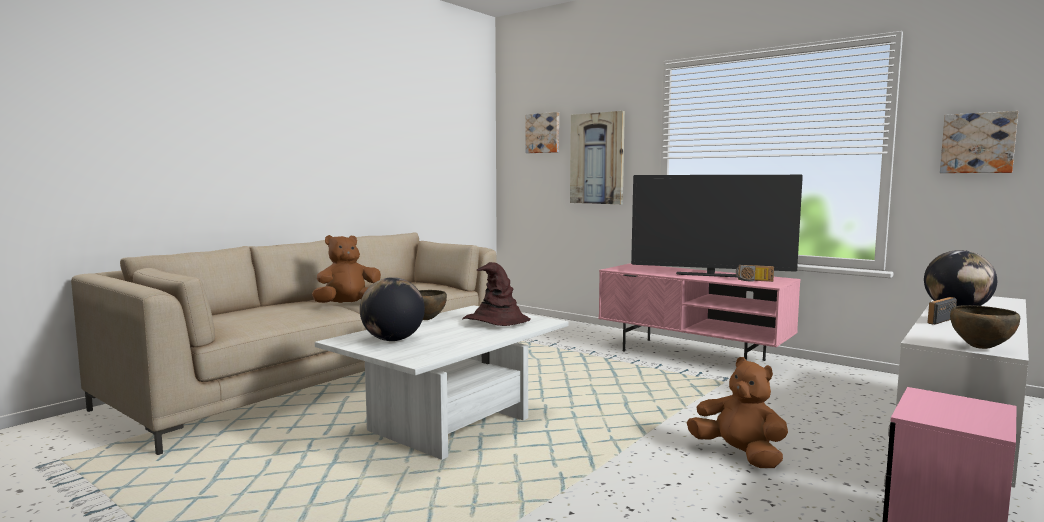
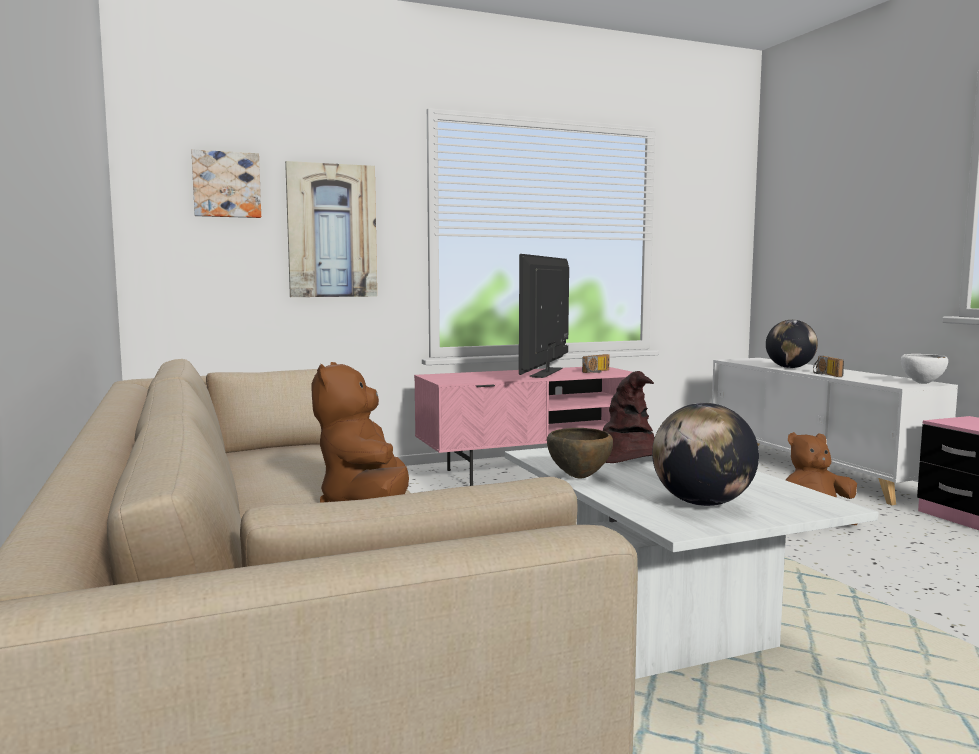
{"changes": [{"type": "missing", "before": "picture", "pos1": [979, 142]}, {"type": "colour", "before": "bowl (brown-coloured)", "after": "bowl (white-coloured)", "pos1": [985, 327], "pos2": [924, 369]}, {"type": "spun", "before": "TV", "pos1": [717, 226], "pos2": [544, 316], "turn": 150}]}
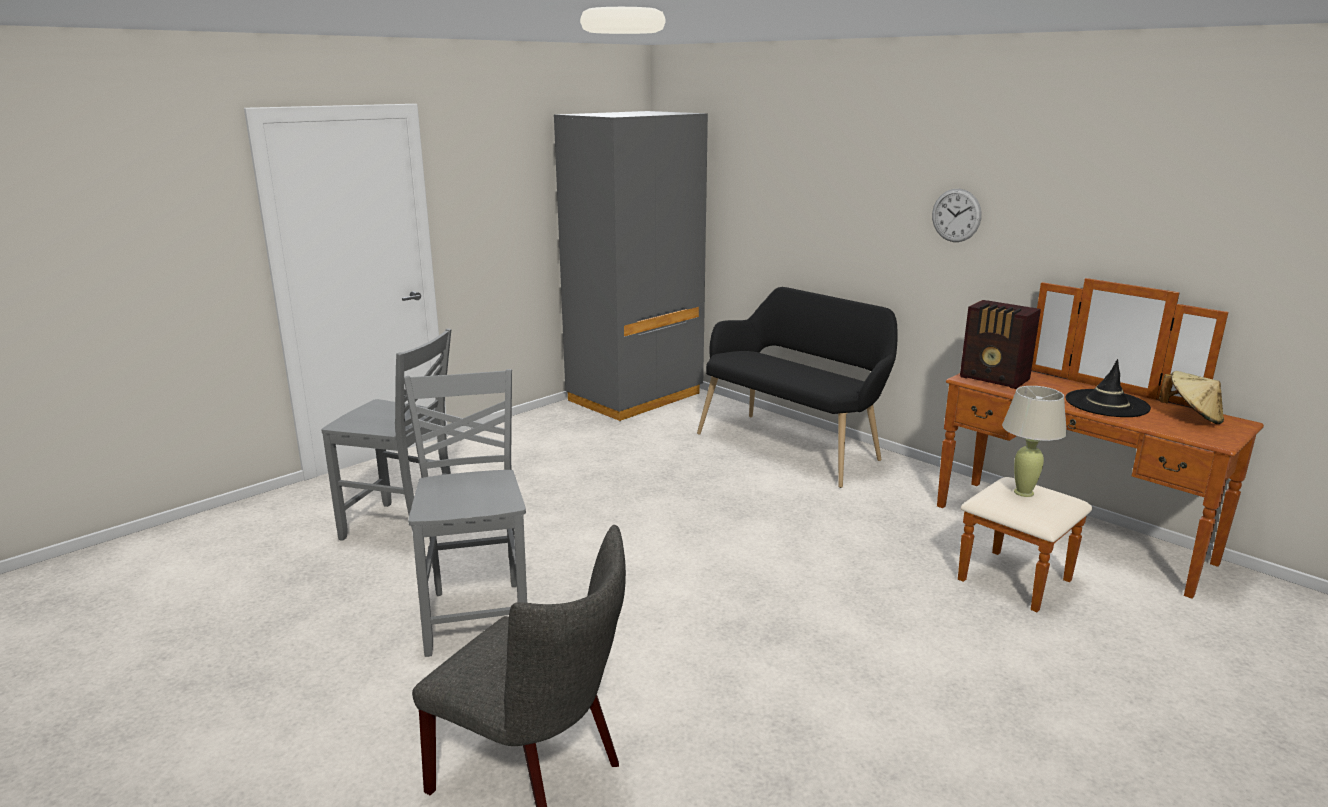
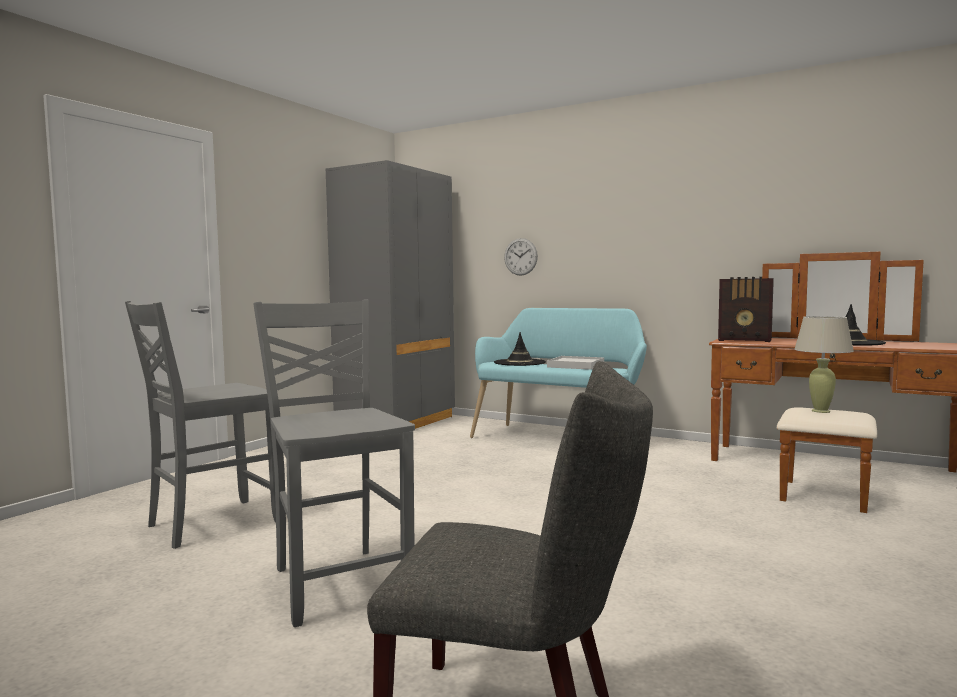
{"changes": [{"type": "missing", "before": "hat (beige-coloured)", "pos1": [1191, 397]}, {"type": "appeared", "after": "hat (black)", "pos2": [520, 349]}, {"type": "appeared", "after": "serving tray (white-coloured)", "pos2": [575, 363]}, {"type": "relocated", "before": "wall clock", "pos1": [956, 215], "pos2": [521, 257]}, {"type": "colour", "before": "long seat (black)", "after": "long seat (blue-green)", "pos1": [797, 387], "pos2": [558, 373]}, {"type": "spun", "before": "upright chair (greyish)", "pos1": [386, 434], "pos2": [200, 425], "turn": 135}]}
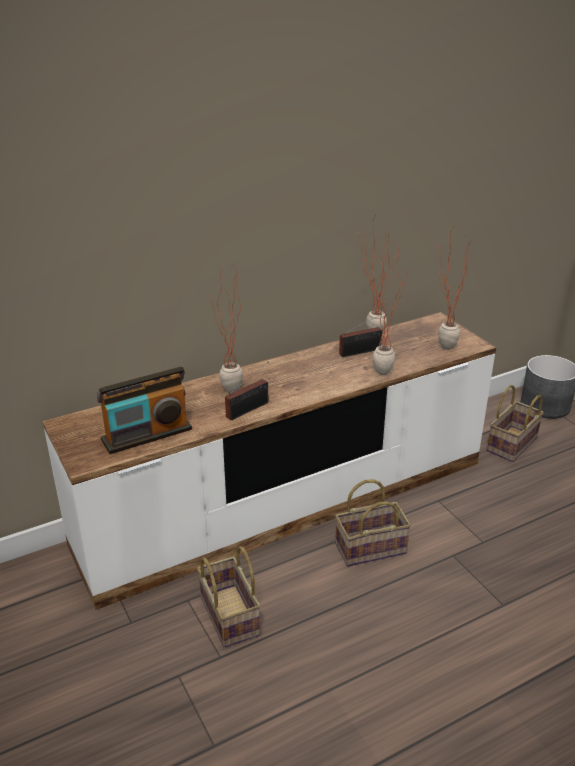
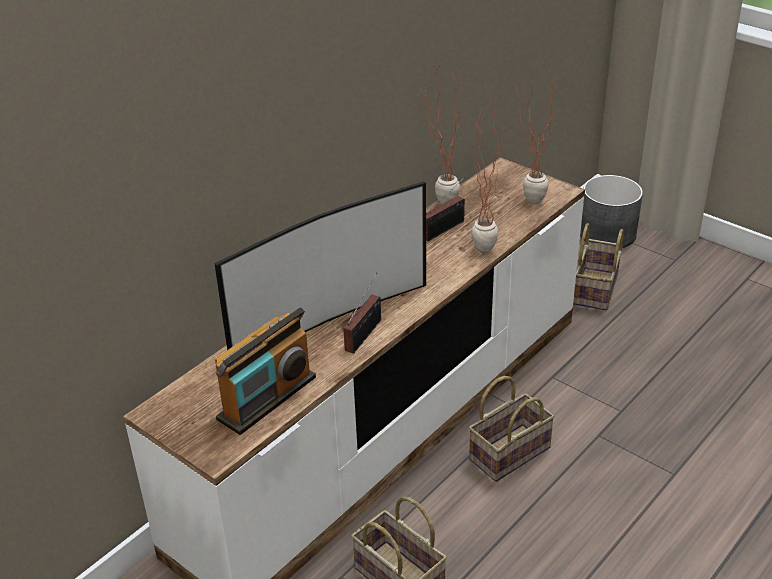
{"changes": [{"type": "exchanged", "before": "houseplant", "after": "TV", "pos1": [225, 327], "pos2": [320, 265]}]}
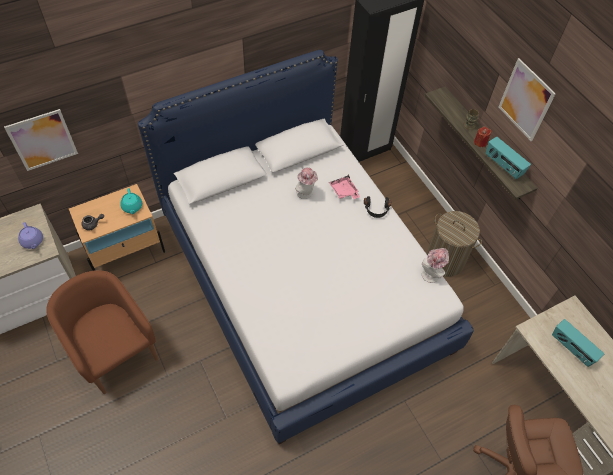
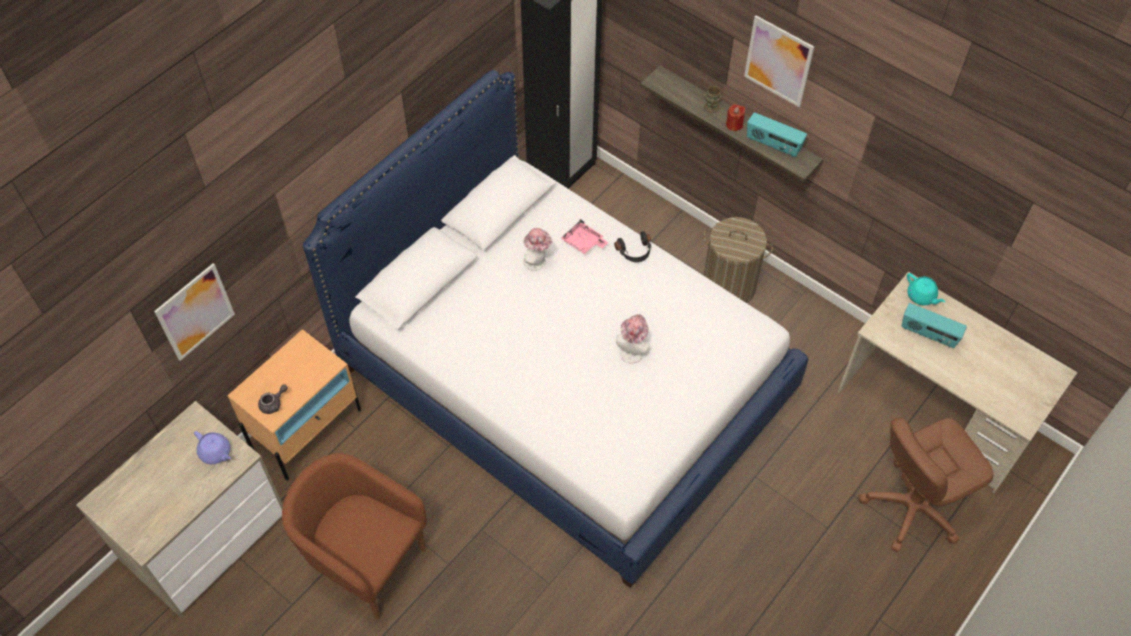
{"changes": [{"type": "relocated", "before": "teapot (blue-green)", "pos1": [131, 201], "pos2": [926, 289]}, {"type": "relocated", "before": "hat", "pos1": [435, 265], "pos2": [632, 338]}]}
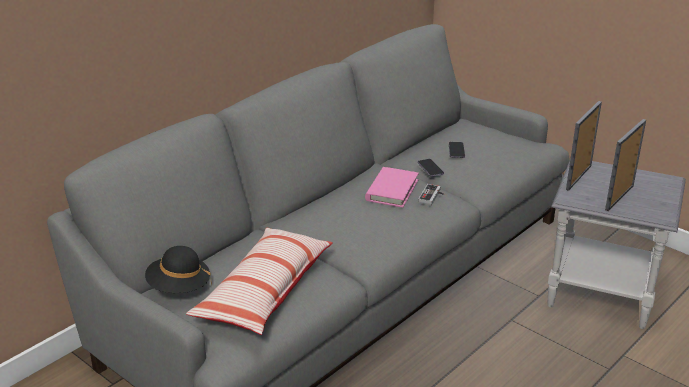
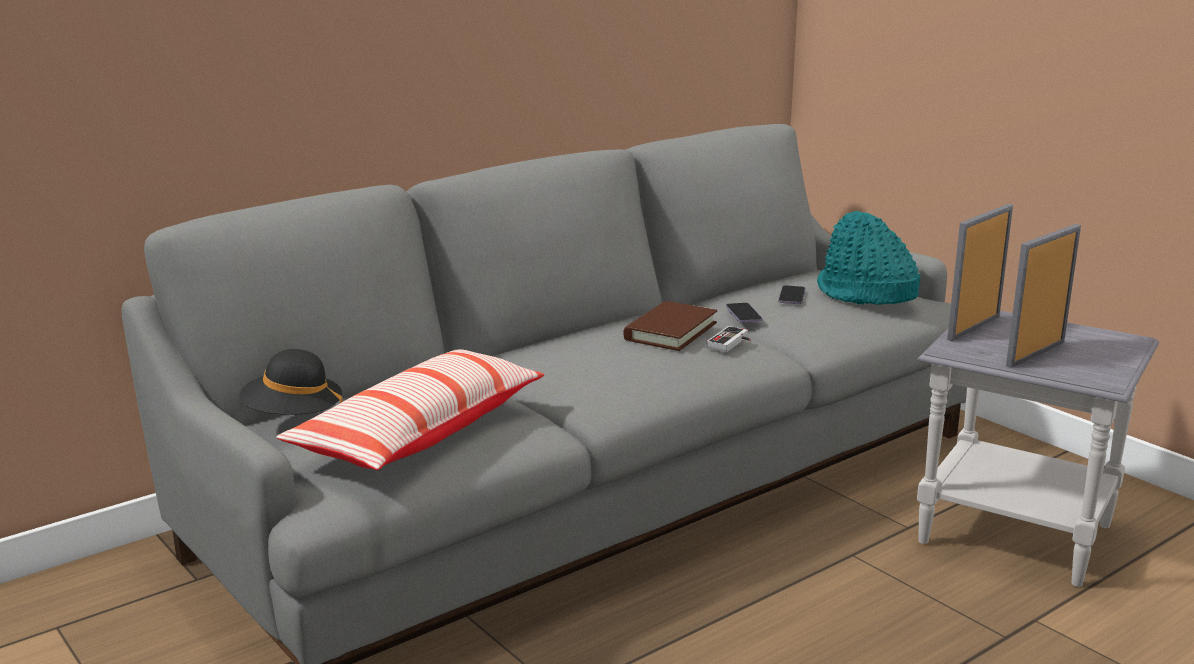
{"changes": [{"type": "appeared", "after": "hat (blue-green)", "pos2": [869, 258]}, {"type": "colour", "before": "volume (pink-coloured)", "after": "volume (brown-coloured)", "pos1": [392, 187], "pos2": [670, 326]}]}
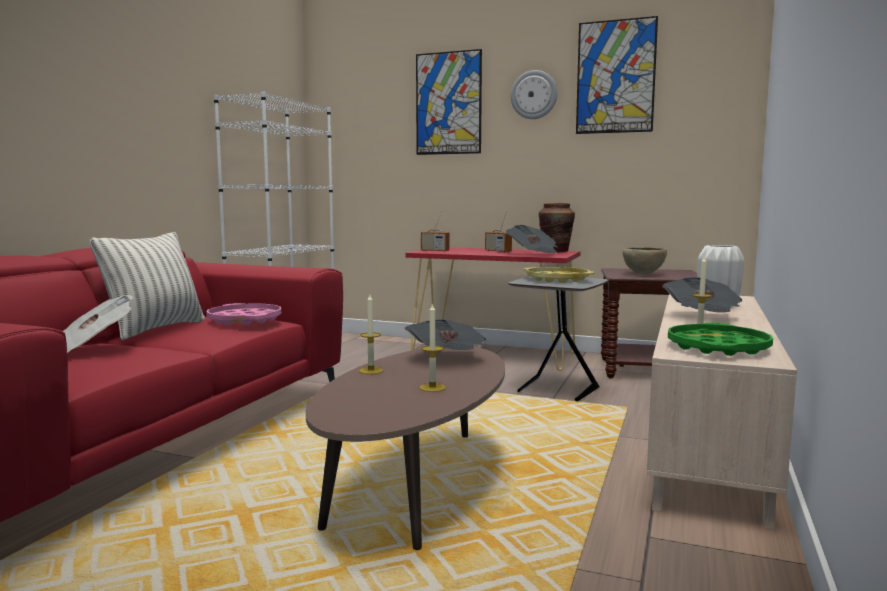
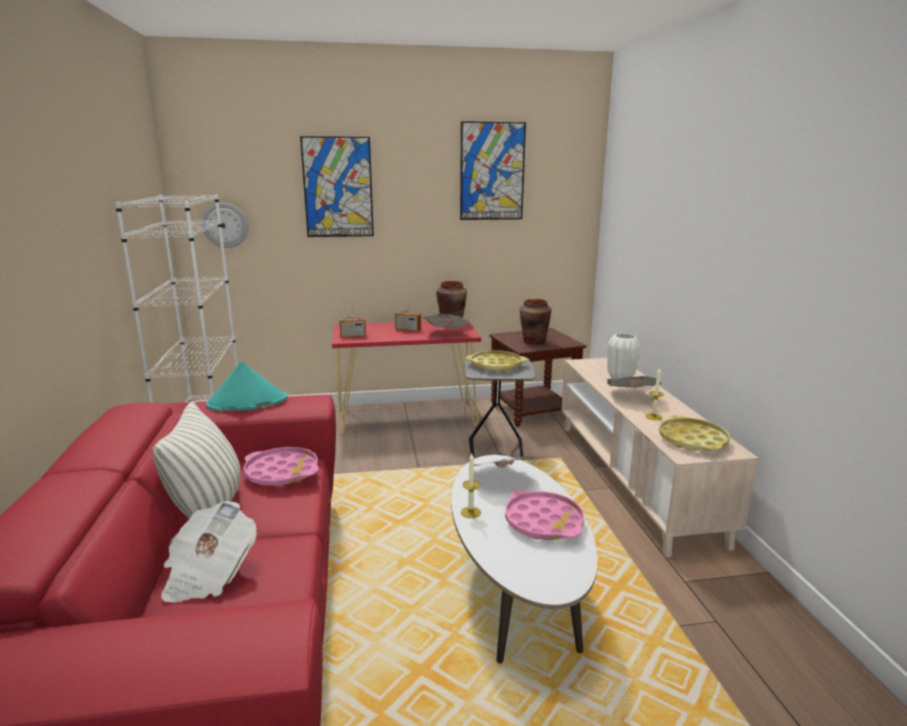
{"changes": [{"type": "appeared", "after": "hat (blue-green)", "pos2": [247, 386]}, {"type": "relocated", "before": "wall clock", "pos1": [534, 94], "pos2": [225, 225]}, {"type": "exchanged", "before": "wax candle", "after": "serving tray (pink-coloured)", "pos1": [432, 347], "pos2": [545, 515]}, {"type": "exchanged", "before": "bowl (brown-coloured)", "after": "vase (brown-coloured)", "pos1": [644, 261], "pos2": [535, 322]}, {"type": "colour", "before": "low table (brown-coloured)", "after": "low table (white-coloured)", "pos1": [405, 448], "pos2": [524, 559]}, {"type": "colour", "before": "serving tray (green-coloured)", "after": "serving tray (yellowish)", "pos1": [720, 339], "pos2": [694, 433]}]}
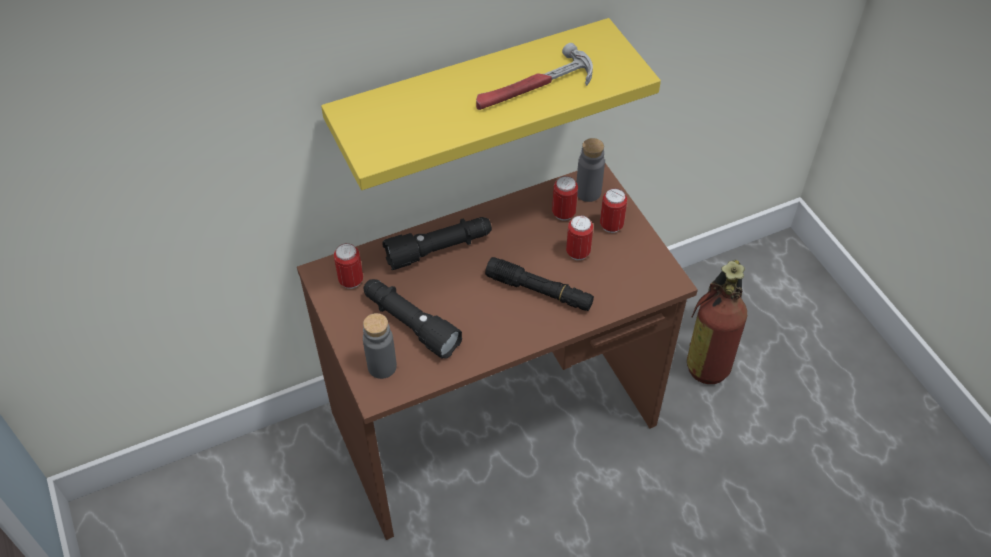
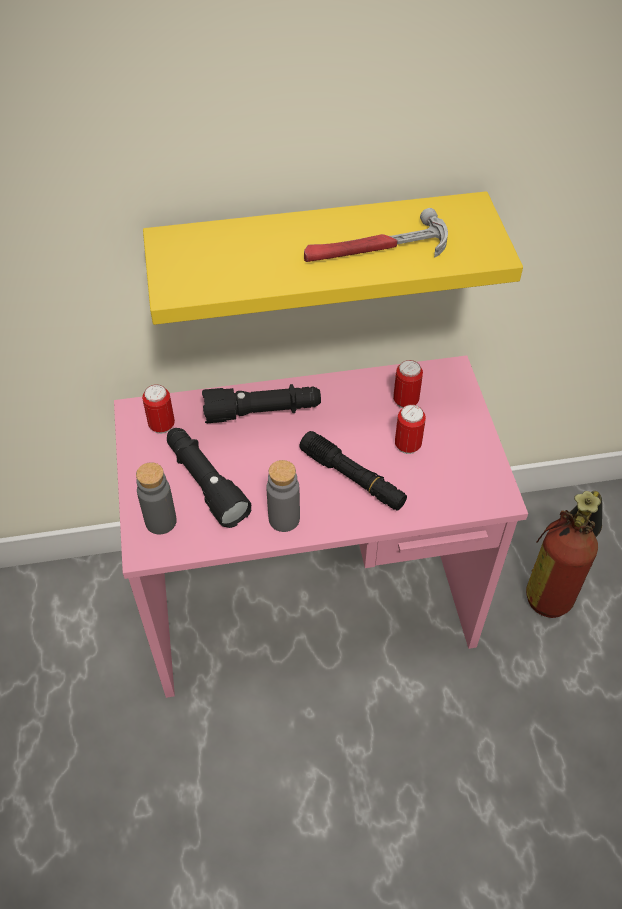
{"changes": [{"type": "missing", "before": "can", "pos1": [613, 210]}, {"type": "relocated", "before": "bottle (greyish)", "pos1": [590, 170], "pos2": [283, 496]}, {"type": "colour", "before": "desk (brown-coloured)", "after": "desk (pink-coloured)", "pos1": [497, 351], "pos2": [321, 526]}]}
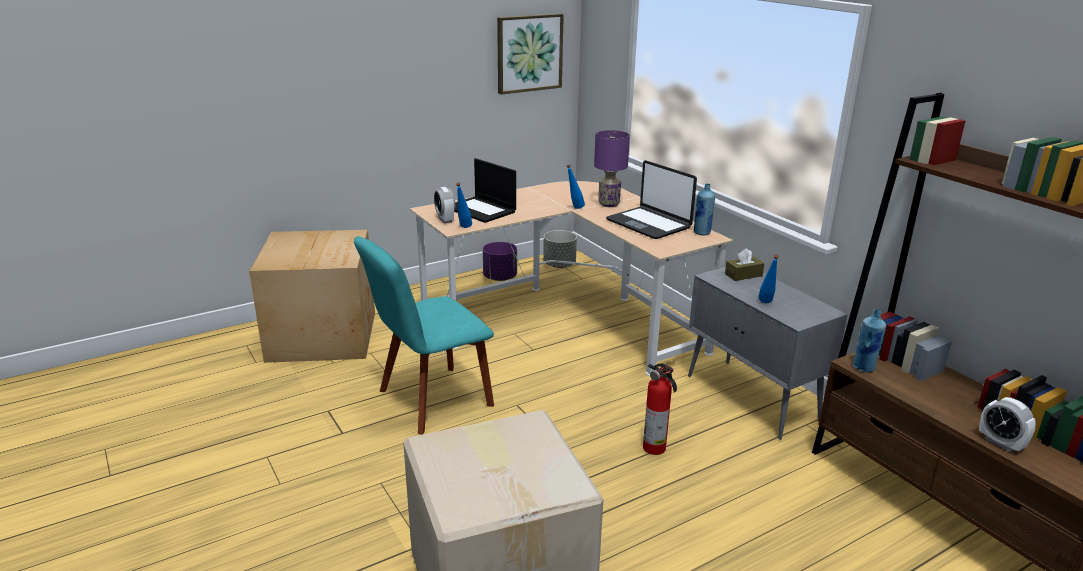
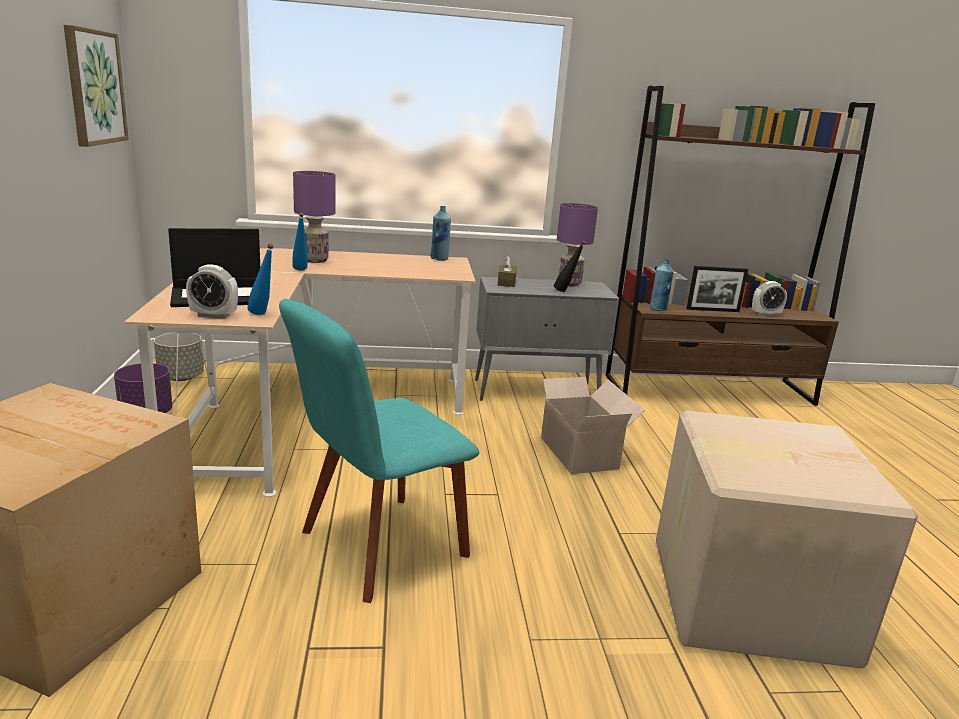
{"changes": [{"type": "missing", "before": "laptop", "pos1": [651, 199]}, {"type": "appeared", "after": "lamp for a table (purple)", "pos2": [577, 245]}, {"type": "appeared", "after": "standing frame", "pos2": [717, 289]}, {"type": "exchanged", "before": "fire extinguisher", "after": "cardboard box", "pos1": [660, 409], "pos2": [588, 425]}, {"type": "colour", "before": "bottle (bluish)", "after": "bottle (black)", "pos1": [768, 279], "pos2": [570, 266]}, {"type": "spun", "before": "upright chair (blue-green)", "pos1": [424, 335], "pos2": [379, 451], "turn": 60}]}
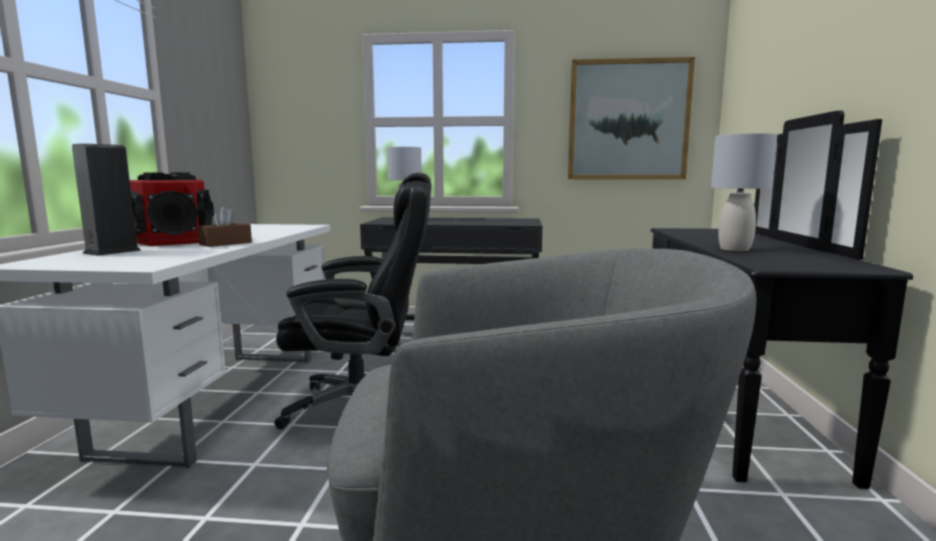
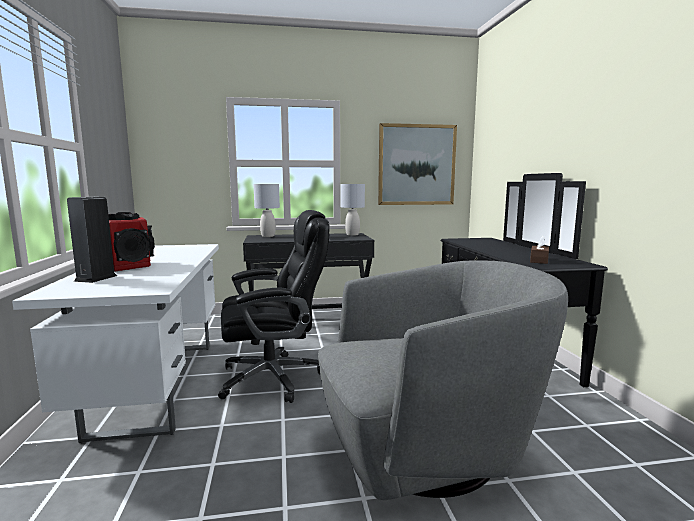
{"changes": [{"type": "relocated", "before": "box of tissues (brown-coloured)", "pos1": [224, 227], "pos2": [539, 250]}, {"type": "relocated", "before": "lamp for a table (greyish)", "pos1": [744, 192], "pos2": [352, 210]}]}
